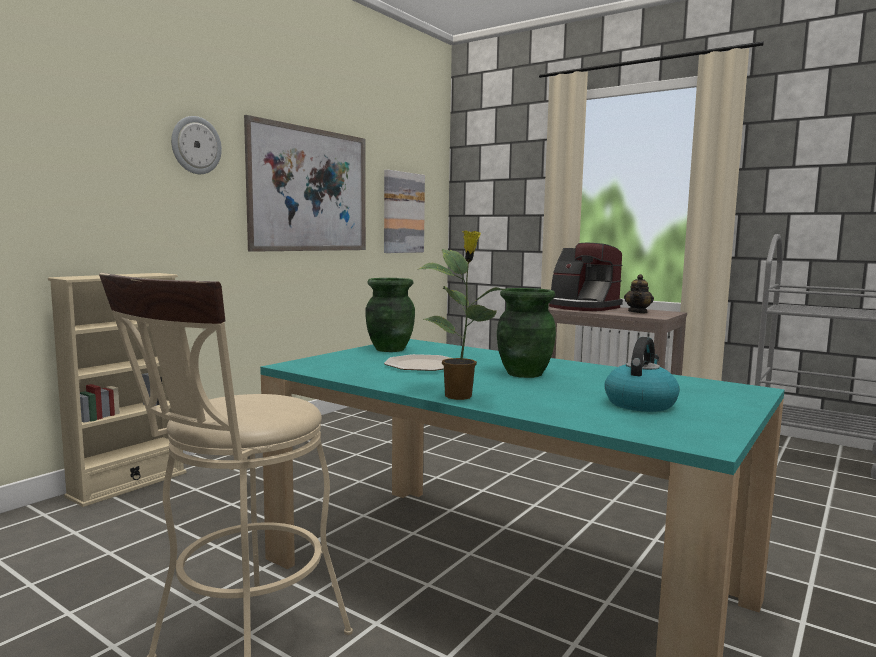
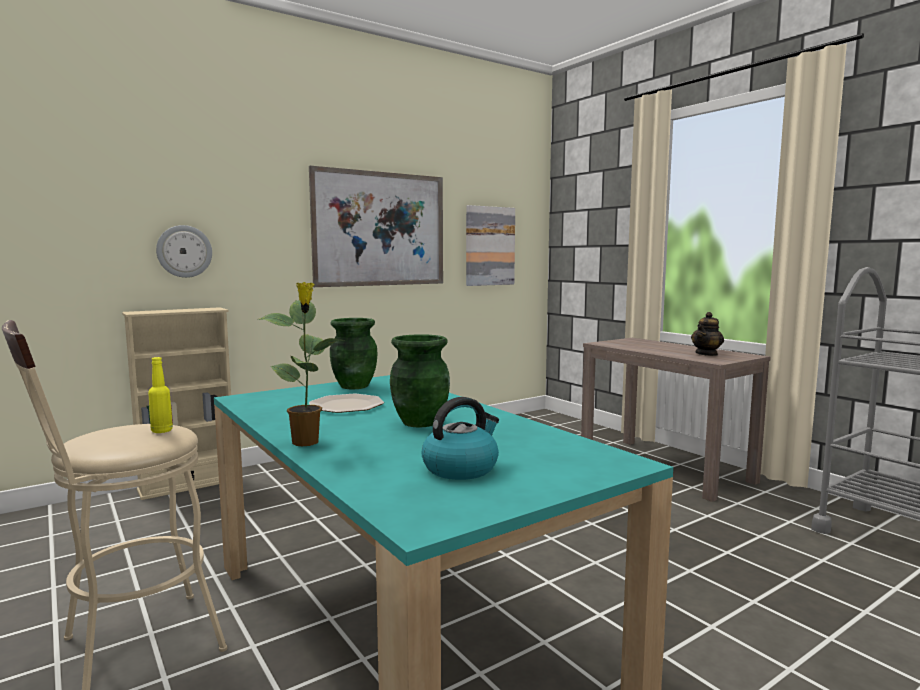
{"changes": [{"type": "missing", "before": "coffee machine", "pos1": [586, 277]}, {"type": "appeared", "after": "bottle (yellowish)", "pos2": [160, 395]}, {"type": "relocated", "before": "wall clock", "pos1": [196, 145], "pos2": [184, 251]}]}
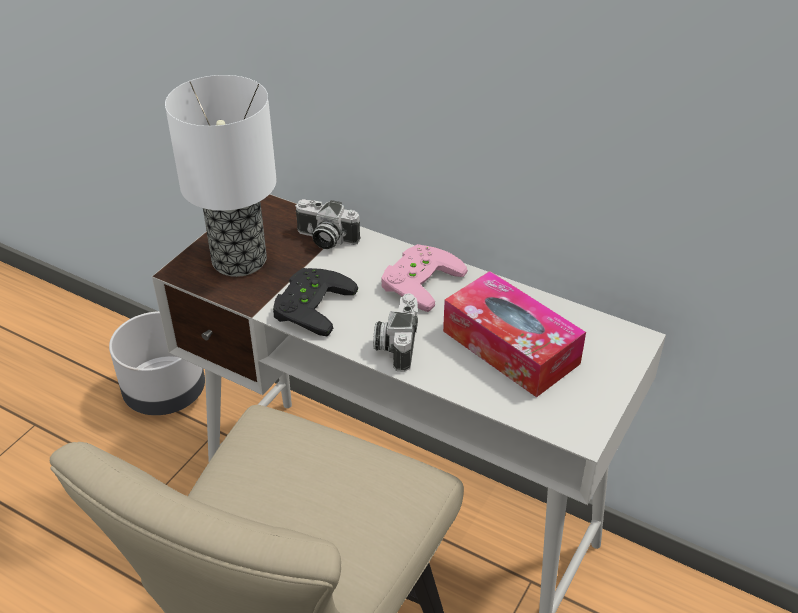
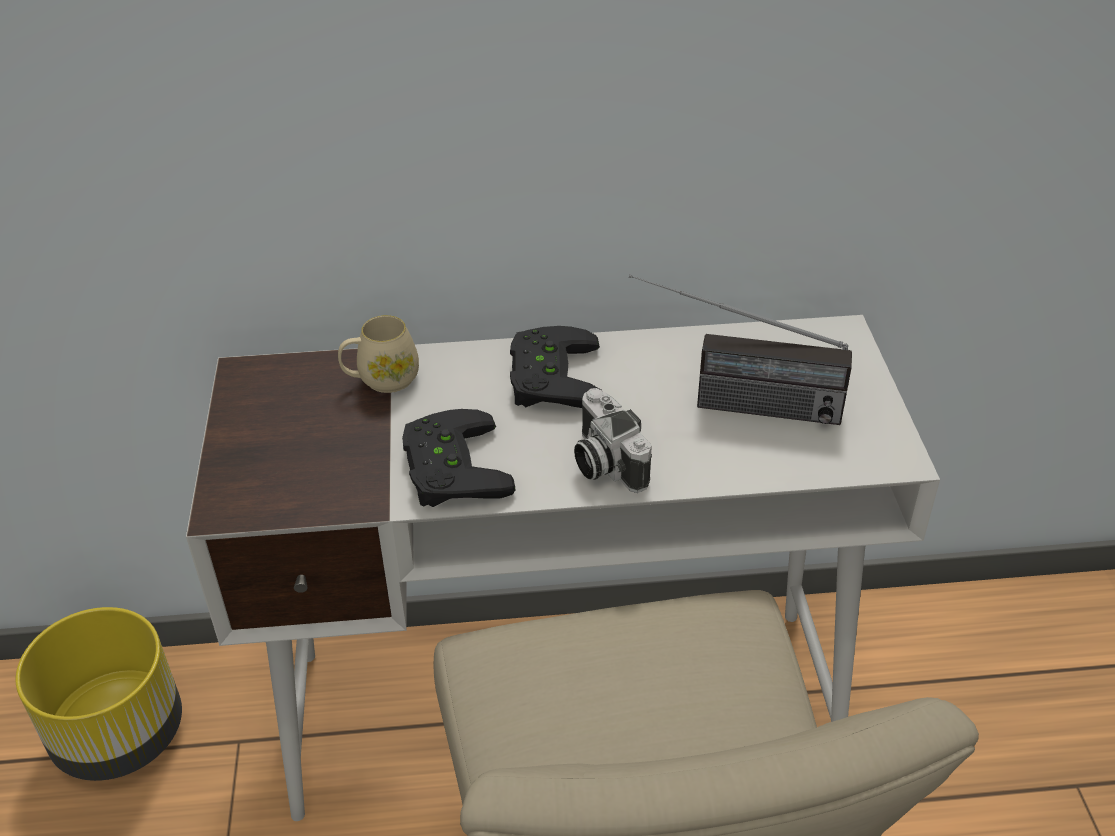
{"changes": [{"type": "missing", "before": "lamp for a table", "pos1": [221, 176]}, {"type": "exchanged", "before": "photo camera", "after": "mug (beige-coloured)", "pos1": [328, 224], "pos2": [378, 354]}, {"type": "exchanged", "before": "box of tissues", "after": "radio set", "pos1": [514, 334], "pos2": [740, 349]}, {"type": "colour", "before": "flower pot (greyish)", "after": "flower pot (yellowish)", "pos1": [157, 363], "pos2": [99, 694]}, {"type": "colour", "before": "gamepad (pink-coloured)", "after": "gamepad (black)", "pos1": [424, 278], "pos2": [555, 367]}]}
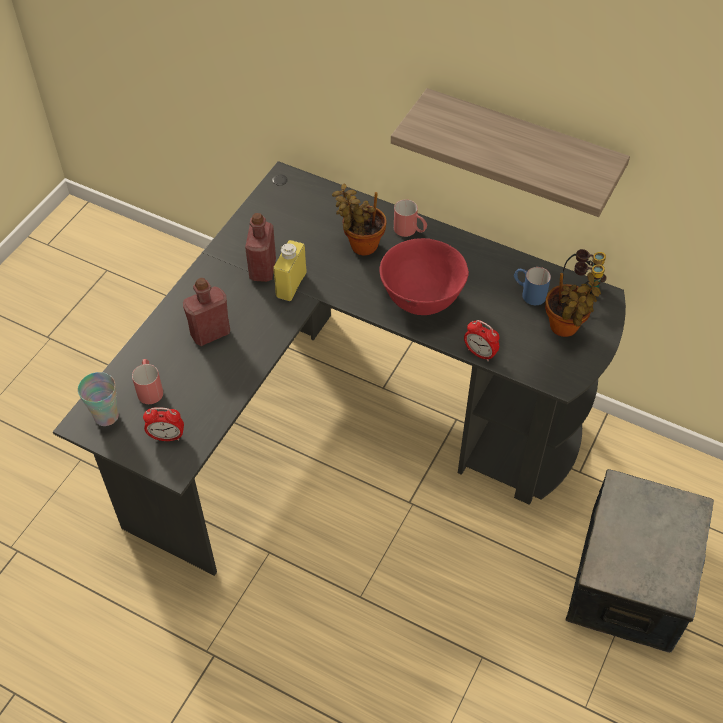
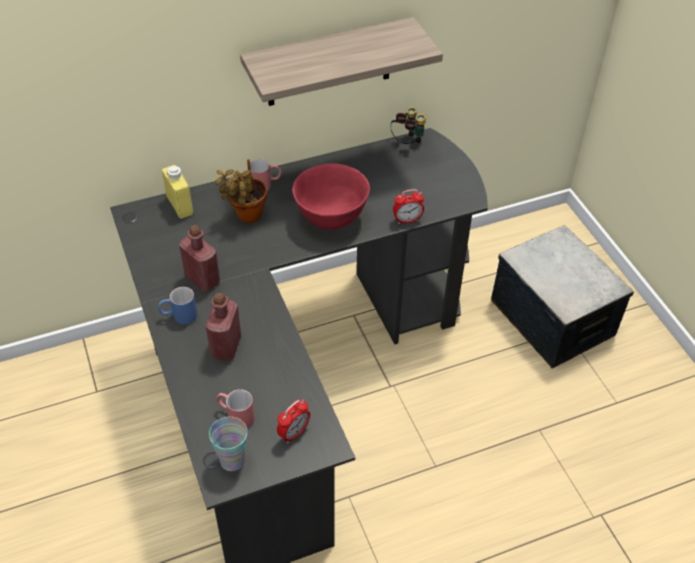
{"changes": [{"type": "missing", "before": "houseplant", "pos1": [573, 304]}, {"type": "relocated", "before": "bottle (yellowish)", "pos1": [290, 270], "pos2": [177, 192]}, {"type": "relocated", "before": "mug (bluish)", "pos1": [532, 286], "pos2": [177, 305]}]}
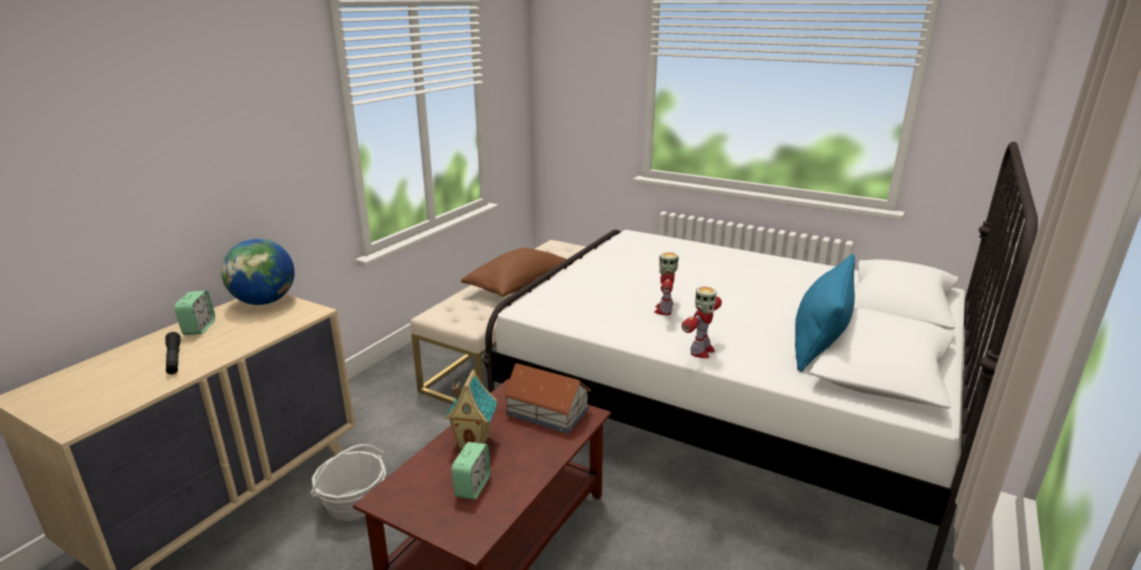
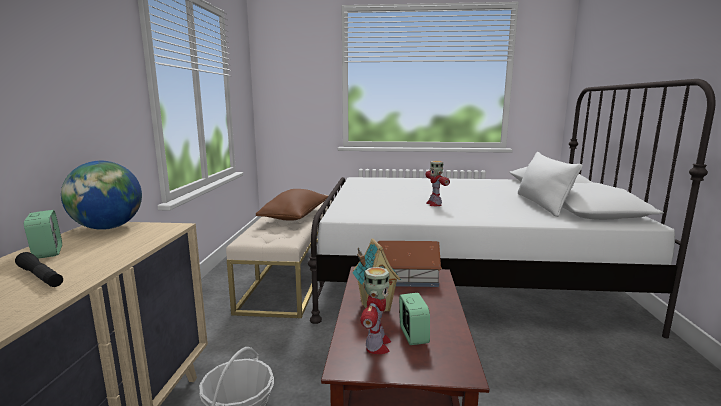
{"changes": [{"type": "relocated", "before": "toy robot", "pos1": [702, 322], "pos2": [375, 310]}, {"type": "colour", "before": "cushion (bluish)", "after": "cushion (white-coloured)", "pos1": [825, 313], "pos2": [550, 184]}]}
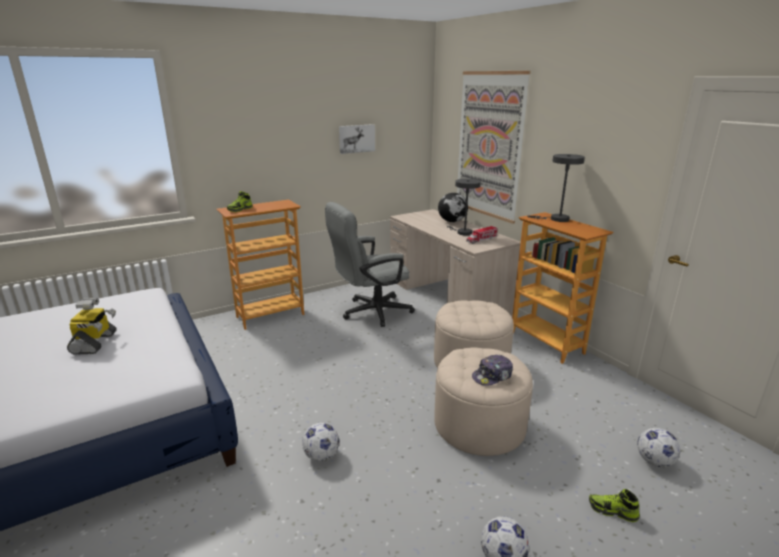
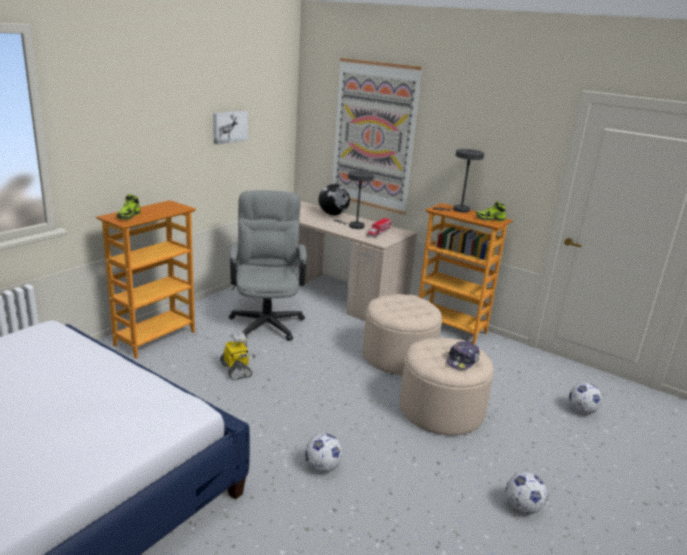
{"changes": [{"type": "relocated", "before": "toy robot", "pos1": [92, 326], "pos2": [238, 356]}, {"type": "relocated", "before": "low shoe", "pos1": [614, 505], "pos2": [491, 211]}, {"type": "spun", "before": "computer chair (greyish)", "pos1": [370, 264], "pos2": [268, 265], "turn": 135}]}
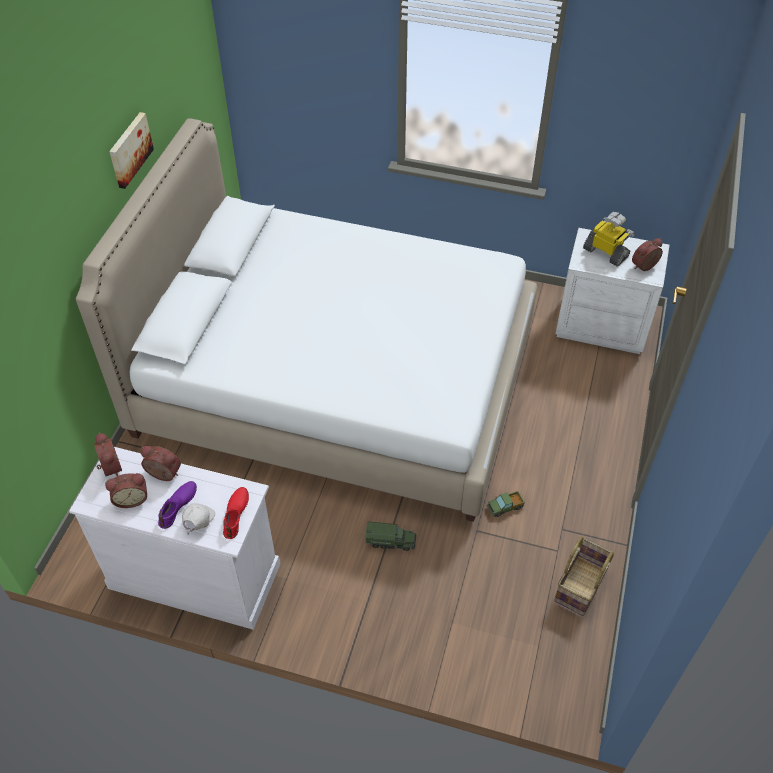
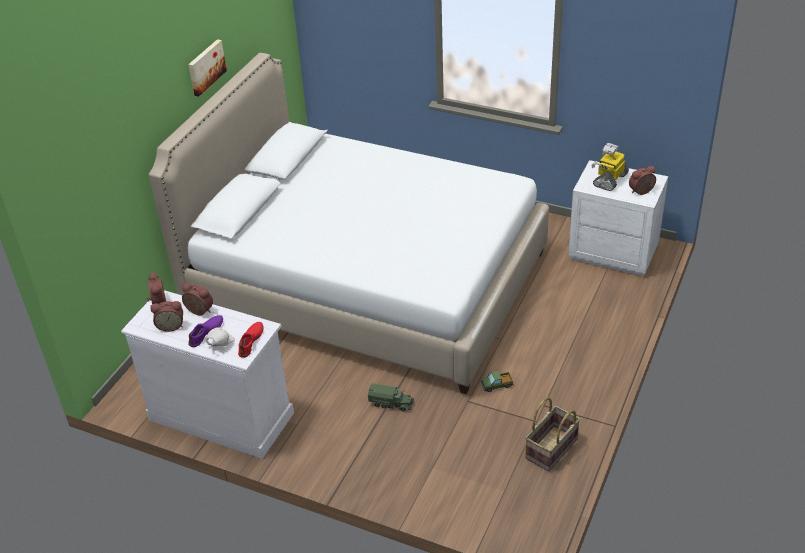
{"changes": [{"type": "spun", "before": "toy robot", "pos1": [609, 239], "pos2": [610, 167], "turn": -105}]}
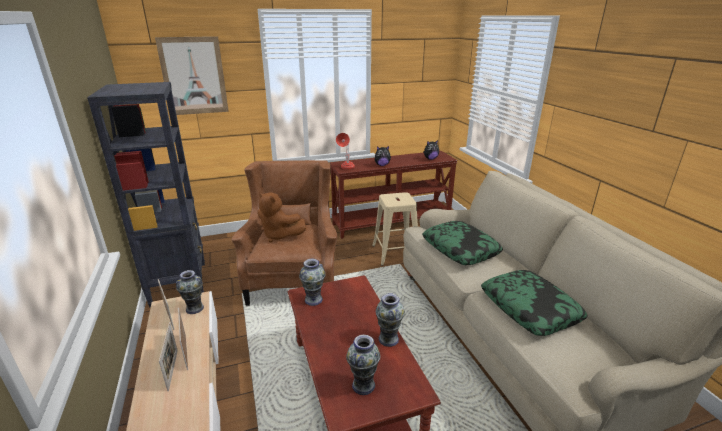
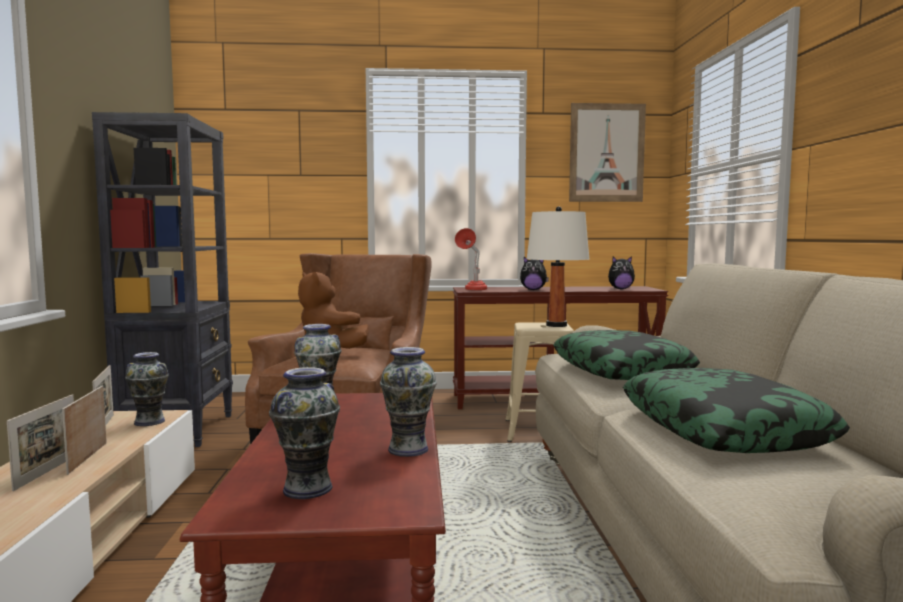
{"changes": [{"type": "appeared", "after": "lamp for a table (white-coloured)", "pos2": [558, 266]}, {"type": "relocated", "before": "picture", "pos1": [192, 75], "pos2": [607, 152]}]}
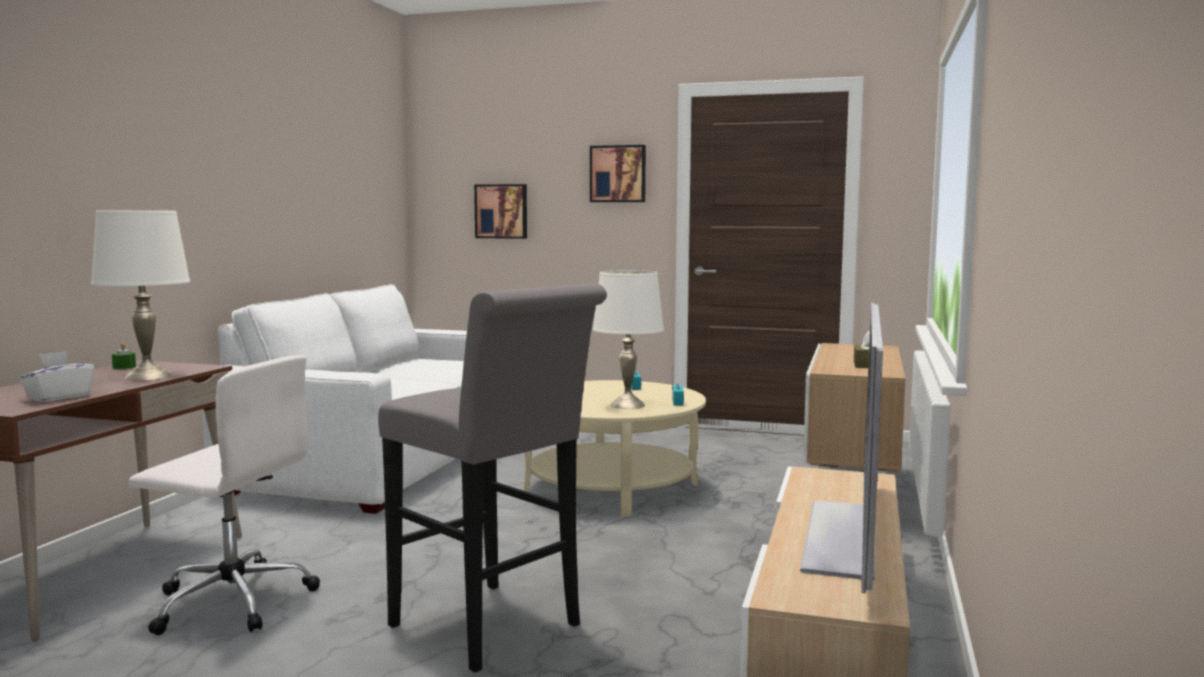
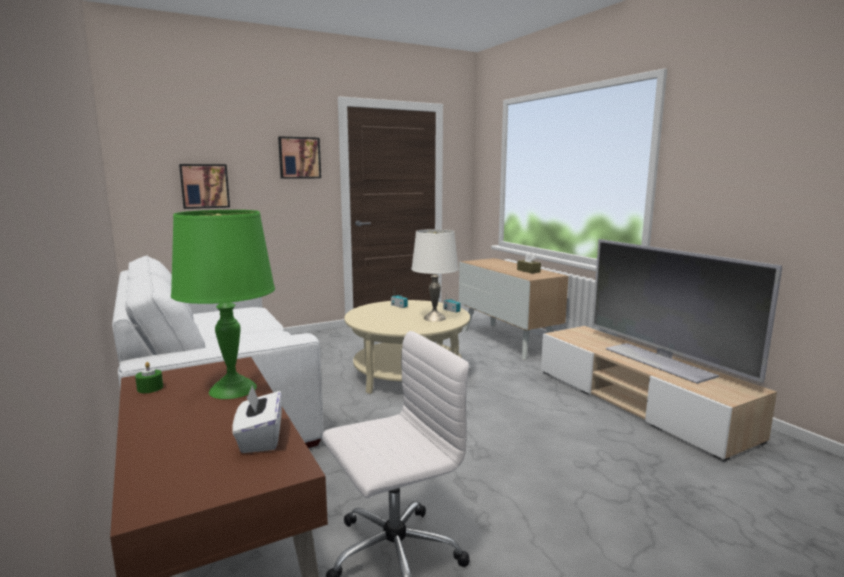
{"changes": [{"type": "missing", "before": "sitting stool (greyish)", "pos1": [492, 478]}, {"type": "colour", "before": "lamp for a table (white-coloured)", "after": "lamp for a table (green-coloured)", "pos1": [140, 295], "pos2": [223, 304]}]}
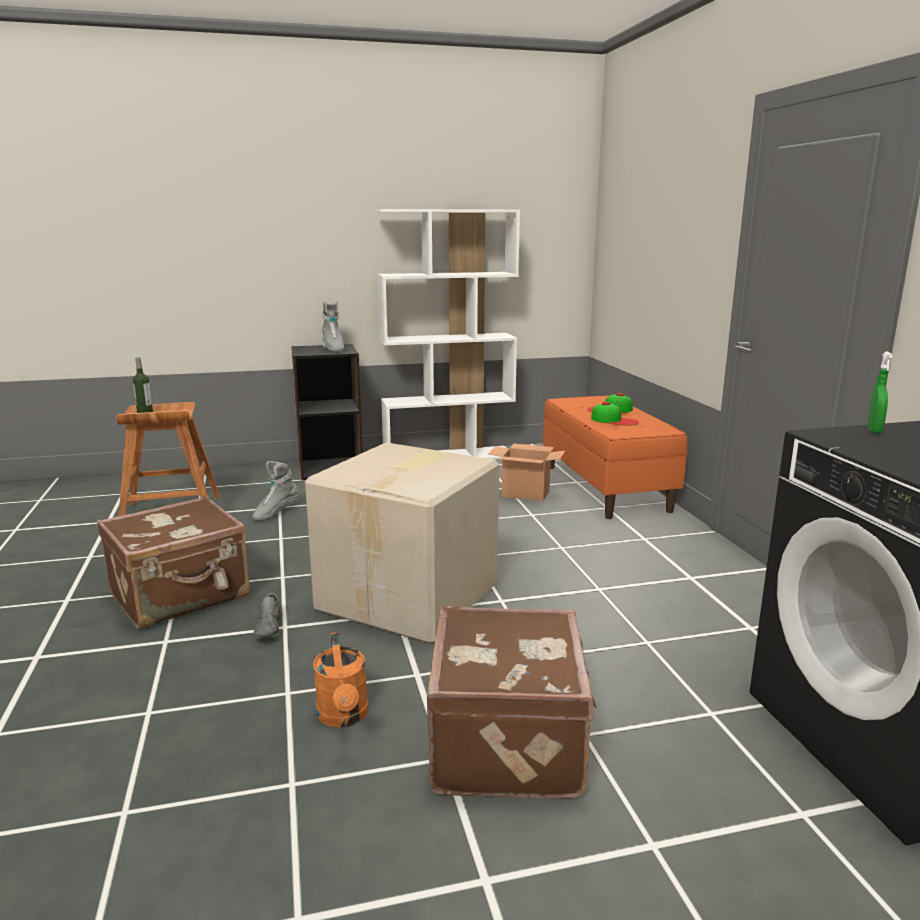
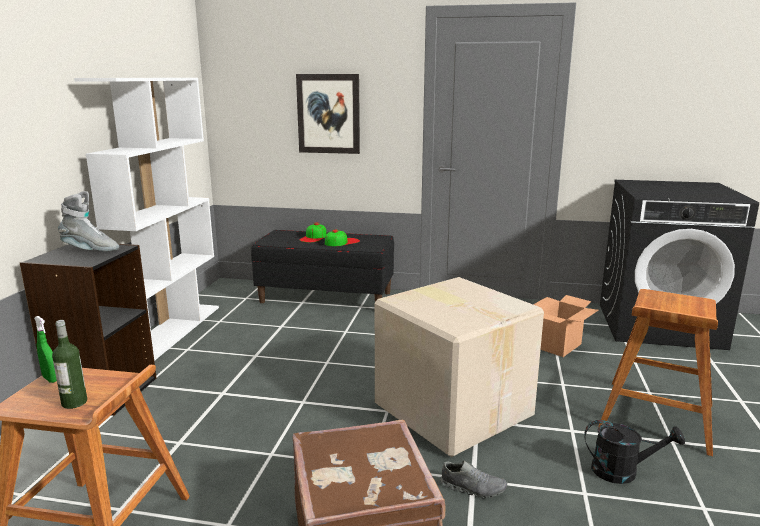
{"changes": [{"type": "missing", "before": "boot (greyish)", "pos1": [275, 491]}, {"type": "appeared", "after": "picture", "pos2": [328, 114]}, {"type": "relocated", "before": "cardboard box", "pos1": [527, 472], "pos2": [566, 326]}, {"type": "relocated", "before": "hand sprayer (green-coloured)", "pos1": [880, 392], "pos2": [45, 349]}, {"type": "exchanged", "before": "suitcase (brown-coloured)", "after": "sitting stool (brown-coloured)", "pos1": [512, 702], "pos2": [658, 372]}, {"type": "colour", "before": "watering can (orange-coloured)", "after": "watering can (black)", "pos1": [341, 680], "pos2": [634, 452]}, {"type": "colour", "before": "long seat (orange-coloured)", "after": "long seat (black)", "pos1": [615, 457], "pos2": [322, 266]}]}
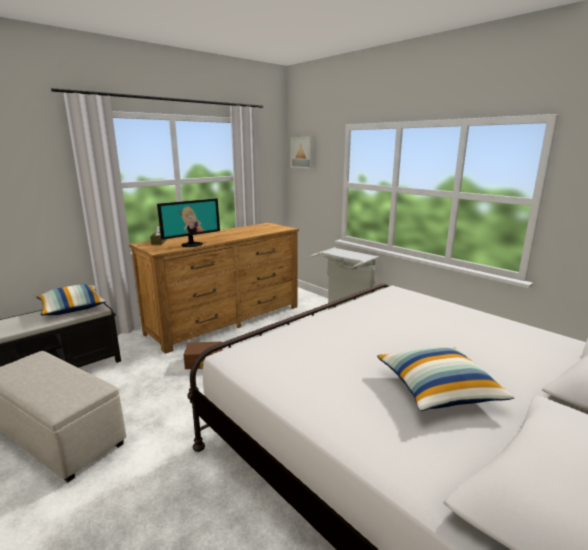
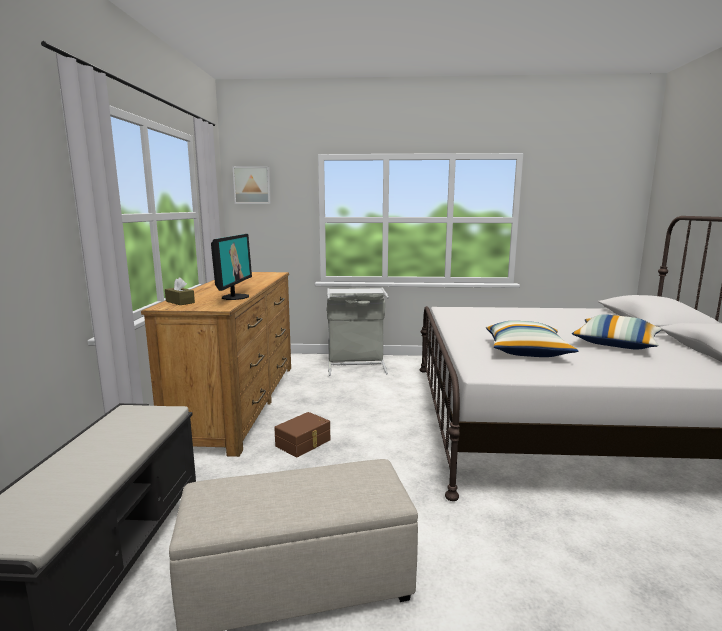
{"changes": [{"type": "relocated", "before": "cushion", "pos1": [71, 299], "pos2": [532, 339]}]}
